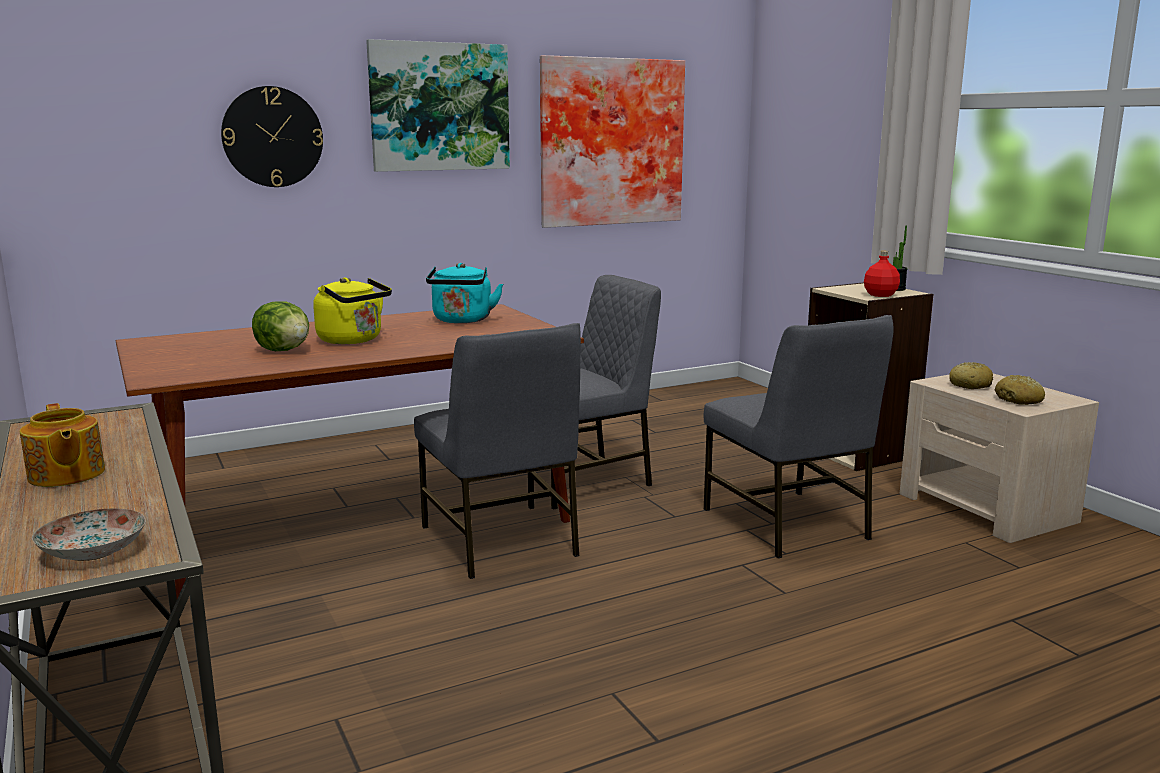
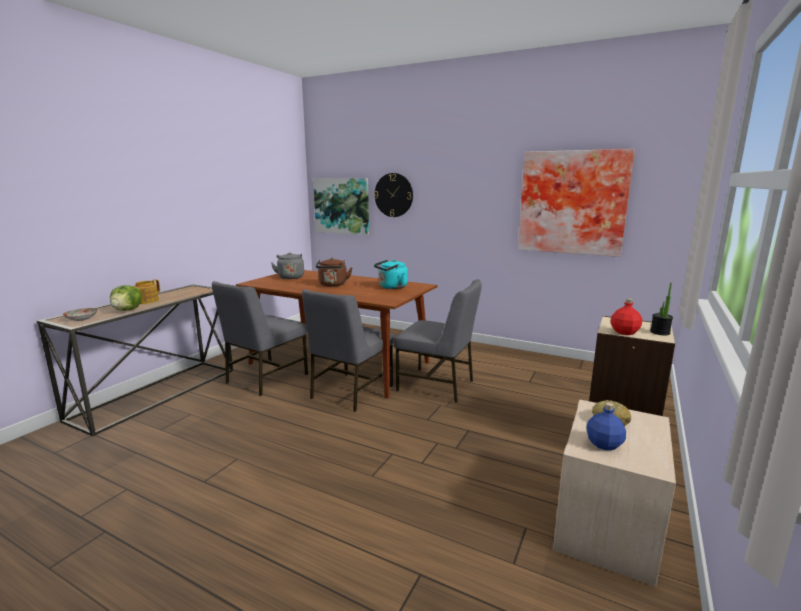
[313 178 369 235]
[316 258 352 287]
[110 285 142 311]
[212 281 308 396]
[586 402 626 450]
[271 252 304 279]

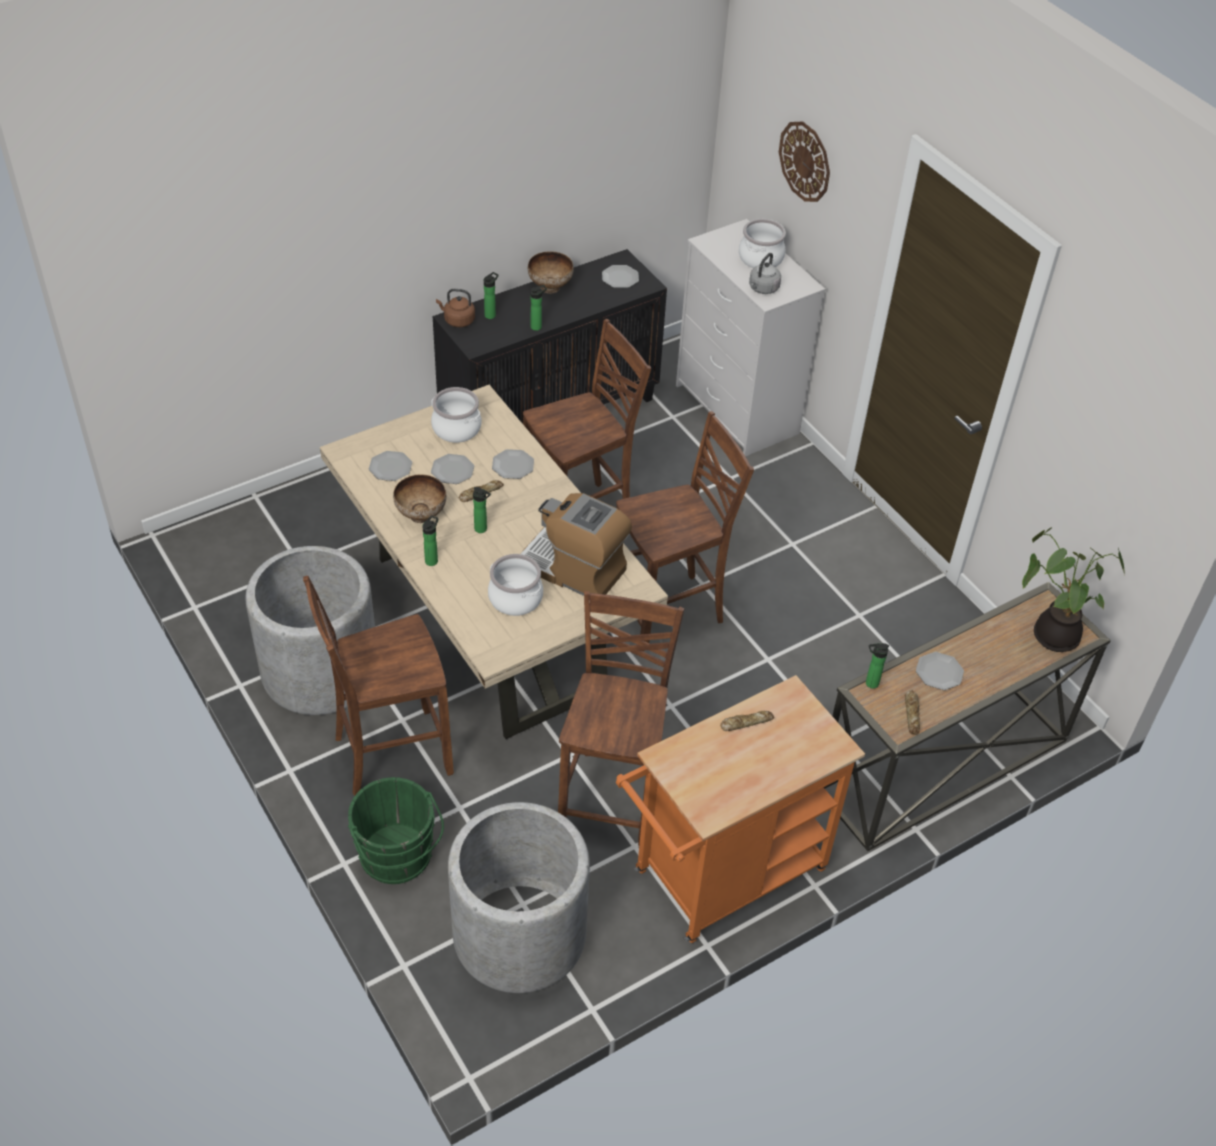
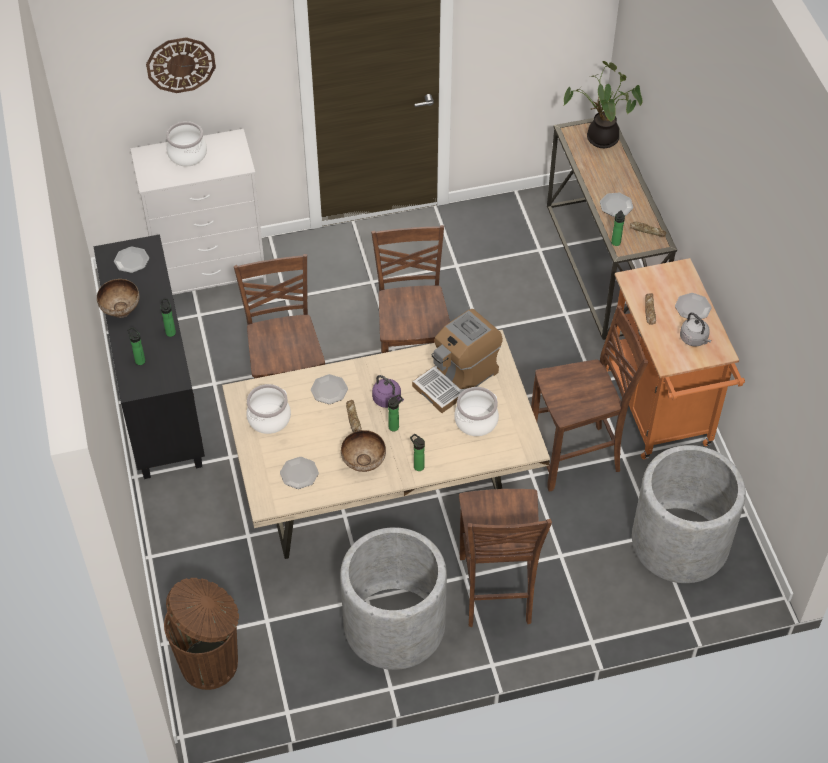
[680 312 712 347]
[436 289 475 327] (first image)
[675 293 712 319]
[531 306 648 492]
[348 777 444 884] (first image)
[372 375 404 408]
[164 578 239 690]

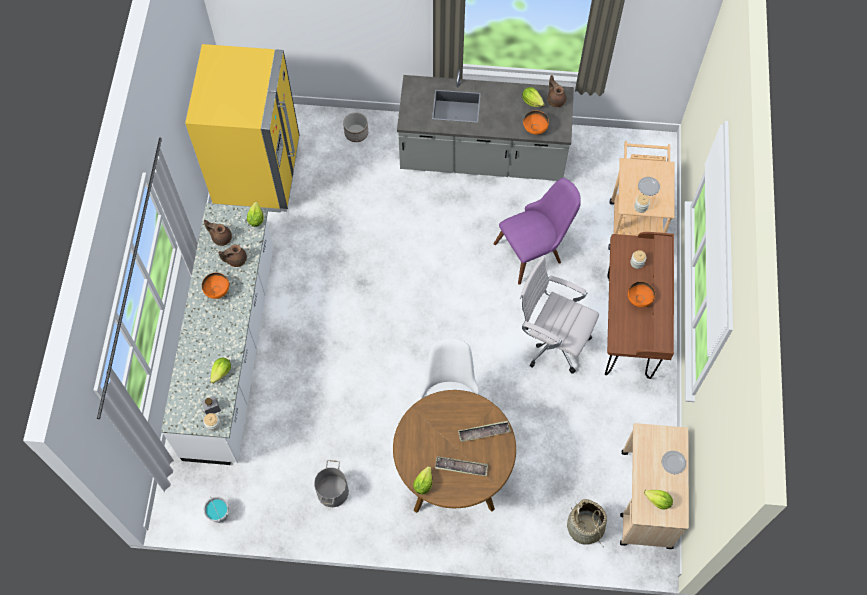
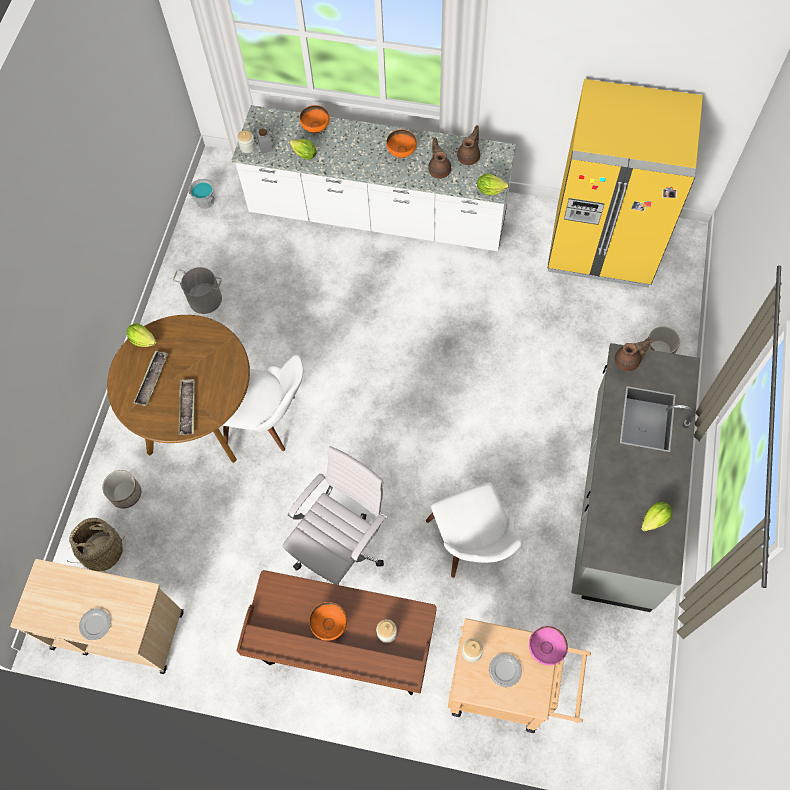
[614 338 651 371]
[300 105 330 134]
[426 483 523 578]
[644 490 673 510] (first image)
[102 470 141 508]
[529 626 568 666]

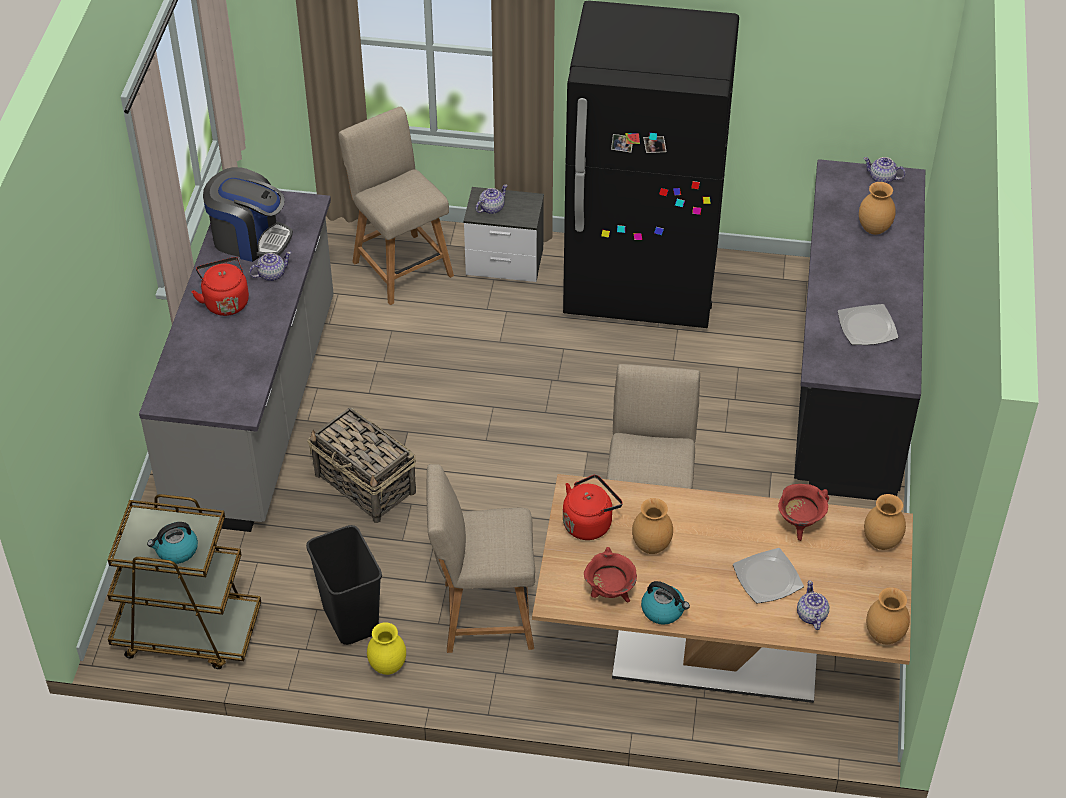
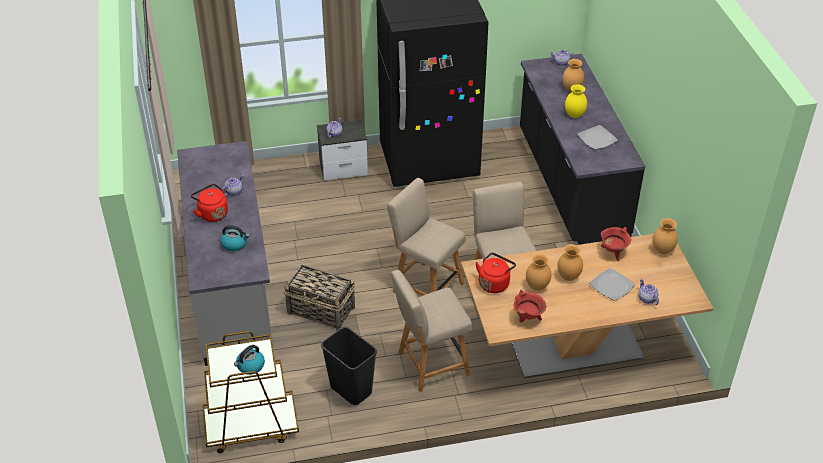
[387 178 466 296]
[203 167 293 262] (first image)
[221 225 250 251]
[557 244 583 281]
[565 84 587 118]

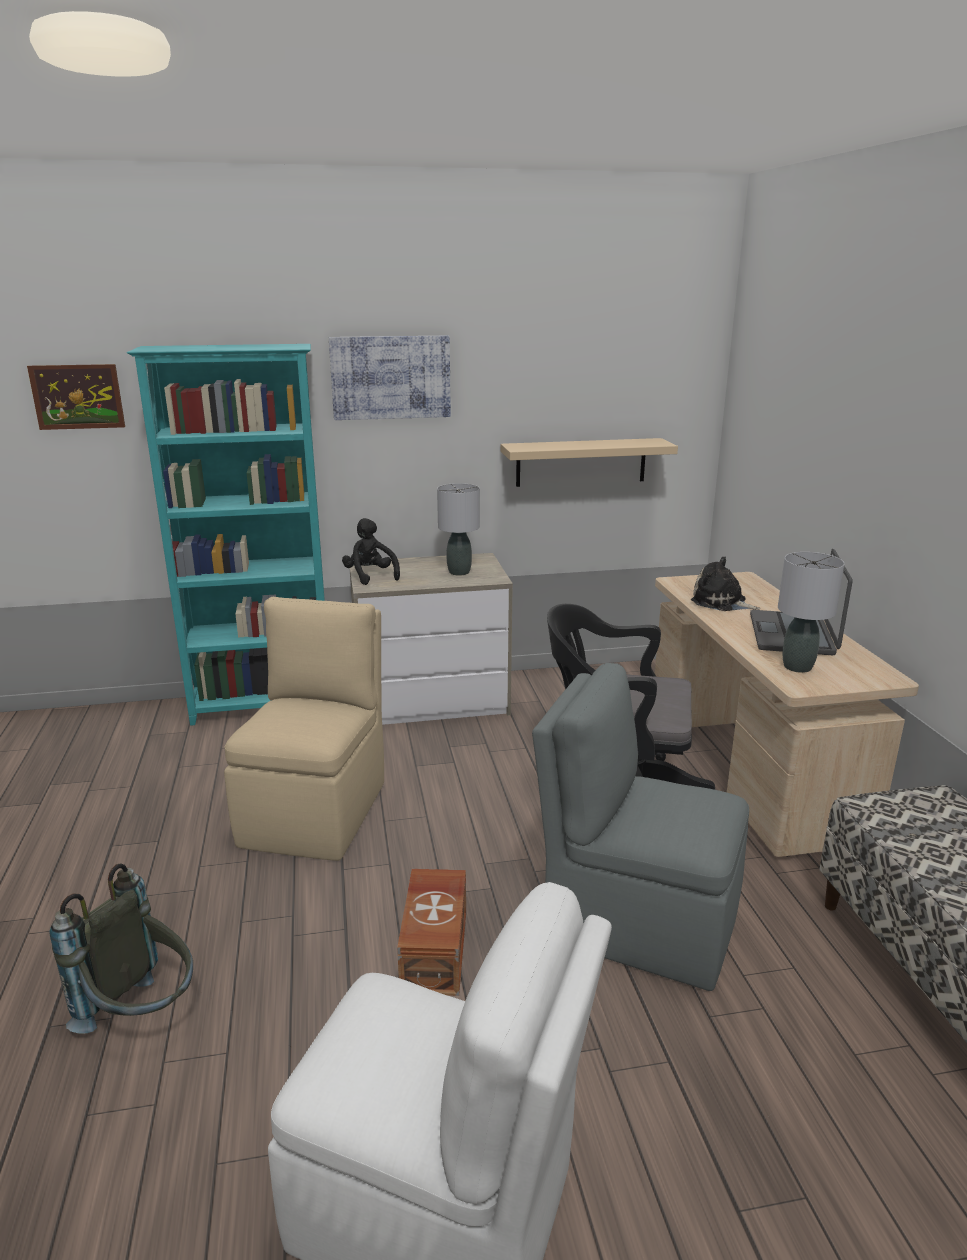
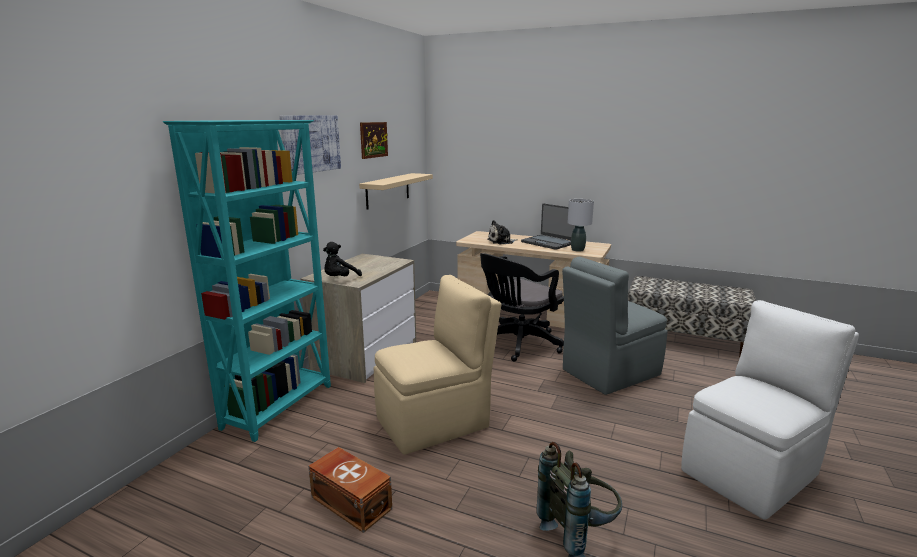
[360 122 388 159]
[437 483 480 576] (first image)
[323 242 362 276]
[374 275 501 455]
[308 447 392 533]

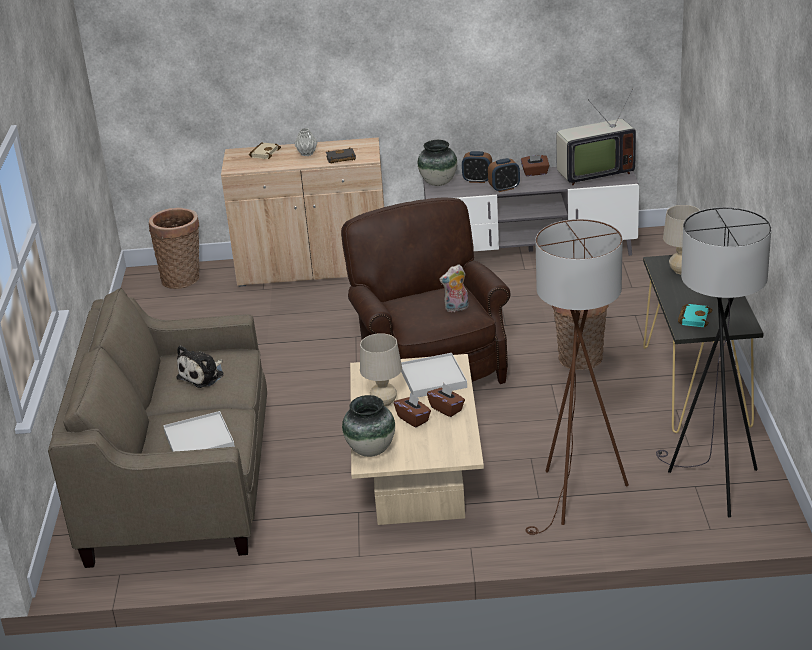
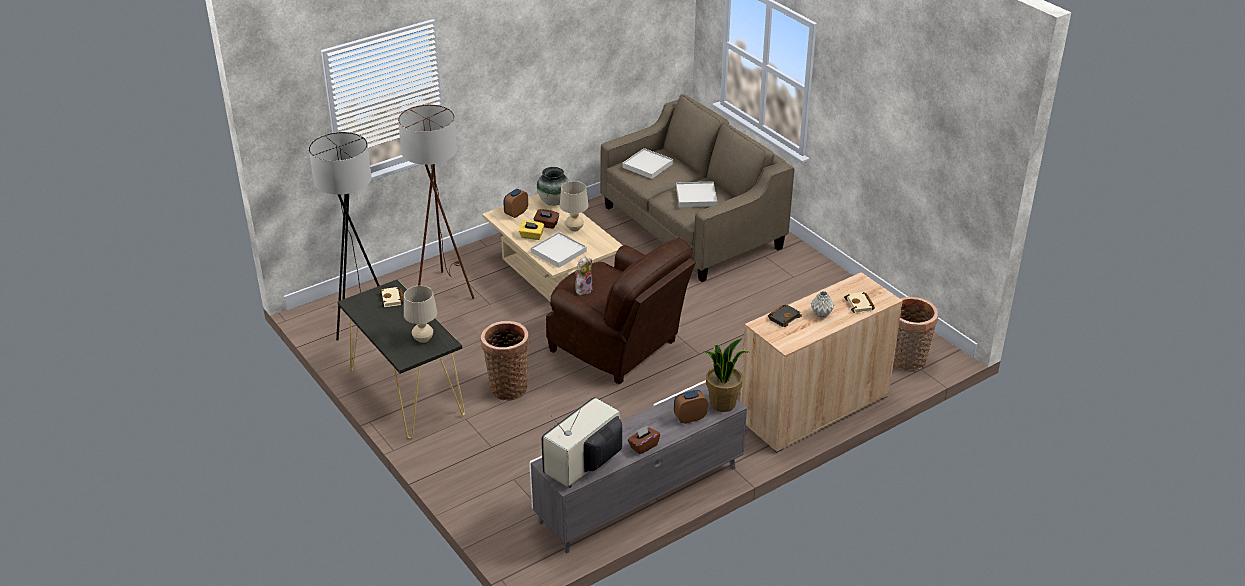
[703 338 748 412]
[503 189 528 218]
[379 287 404 307]
[676 181 717 207]
[519 221 544 240]

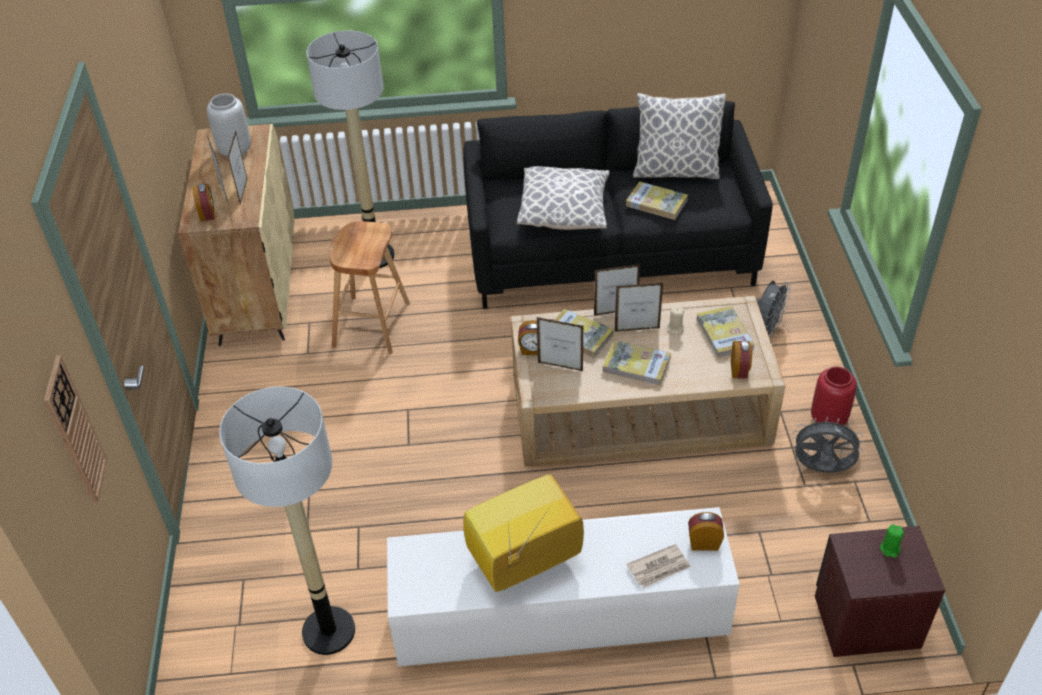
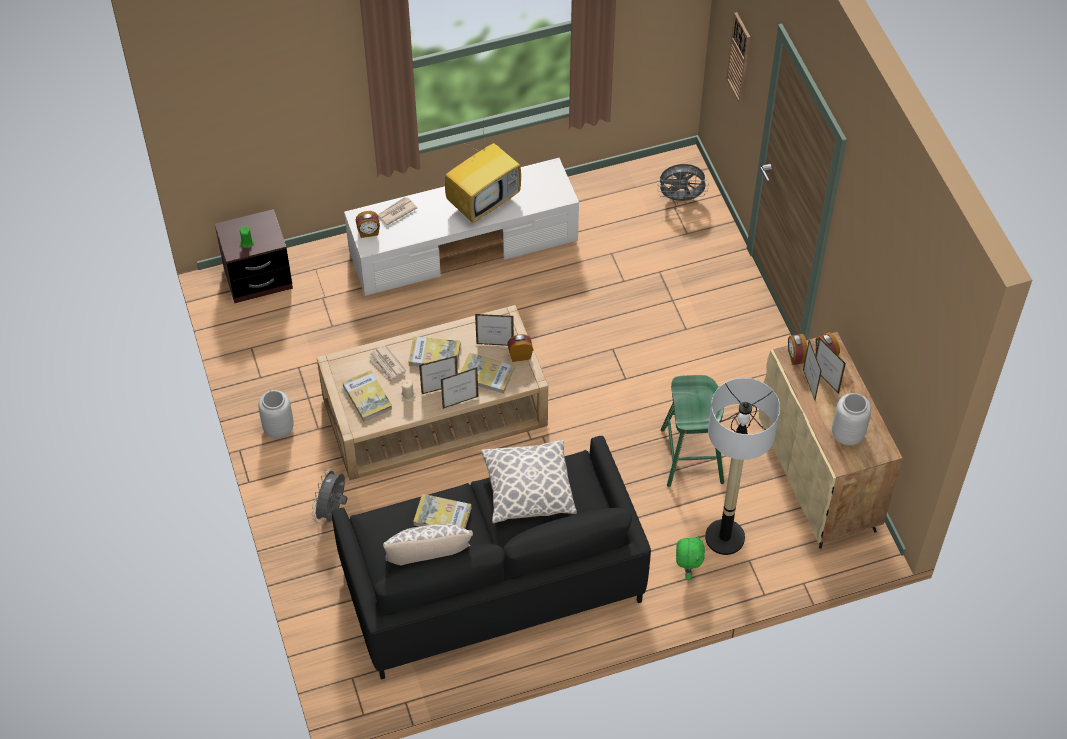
[661 375 724 487]
[788 334 807 365]
[258 390 294 438]
[219 387 355 655] (first image)
[657 164 709 204]
[369 345 406 382]
[676 535 705 580]

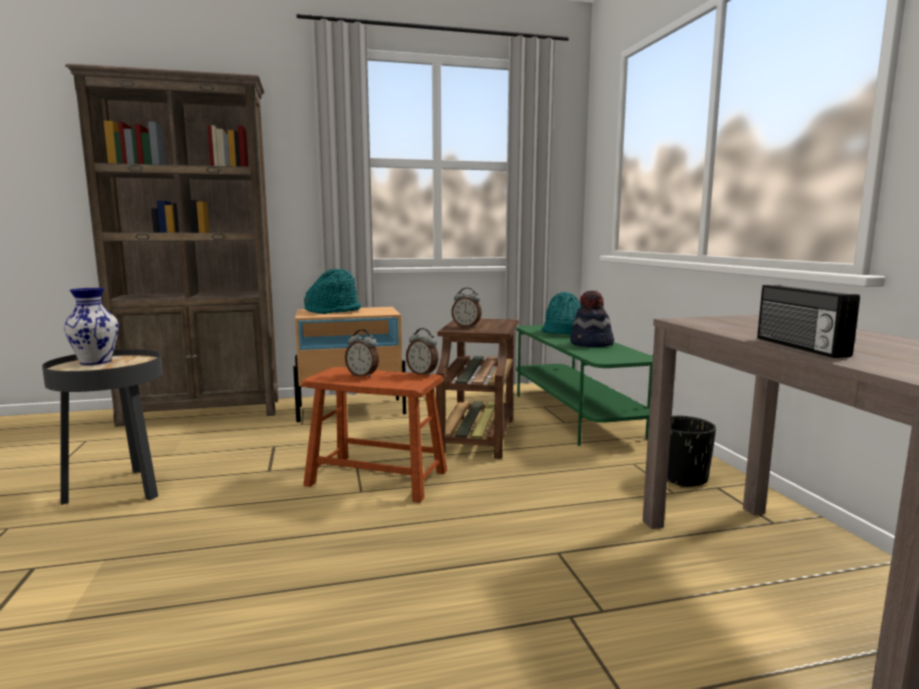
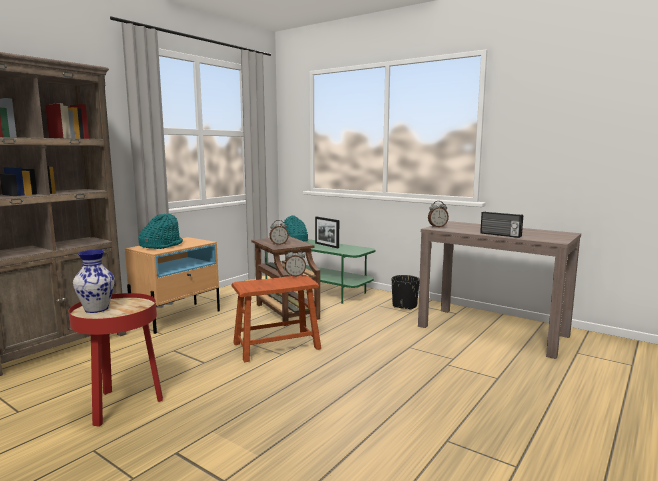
[315 217 339 248]
[428 201 449 228]
[69 293 163 427]

